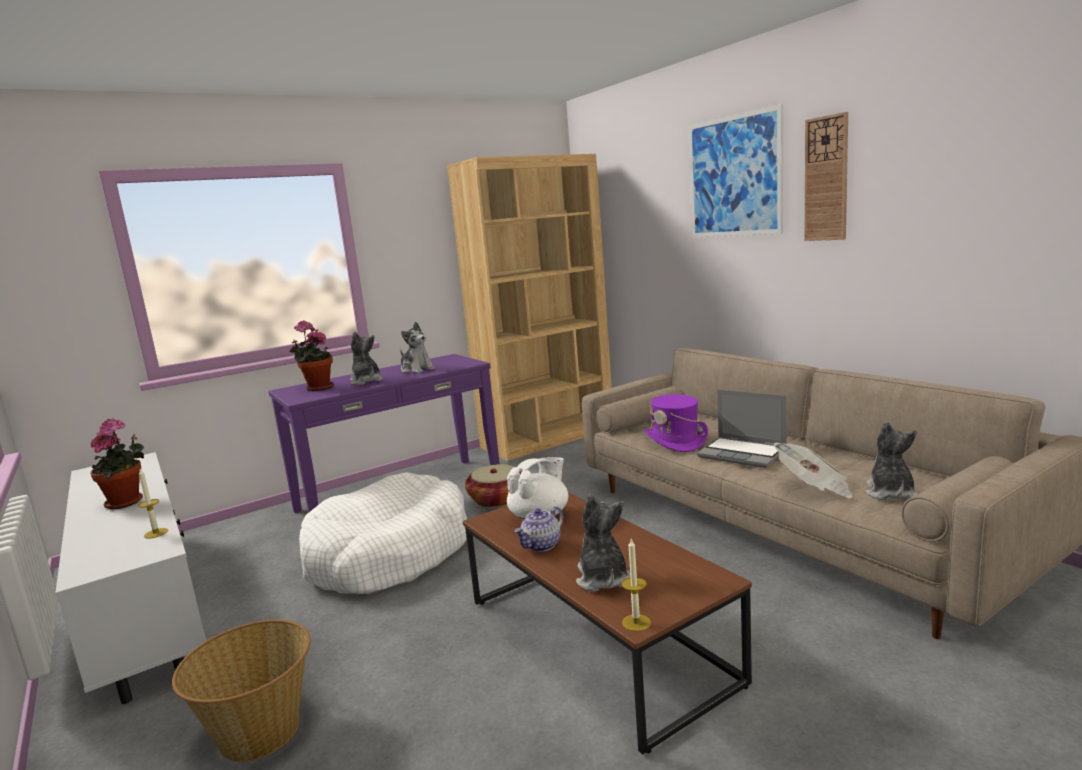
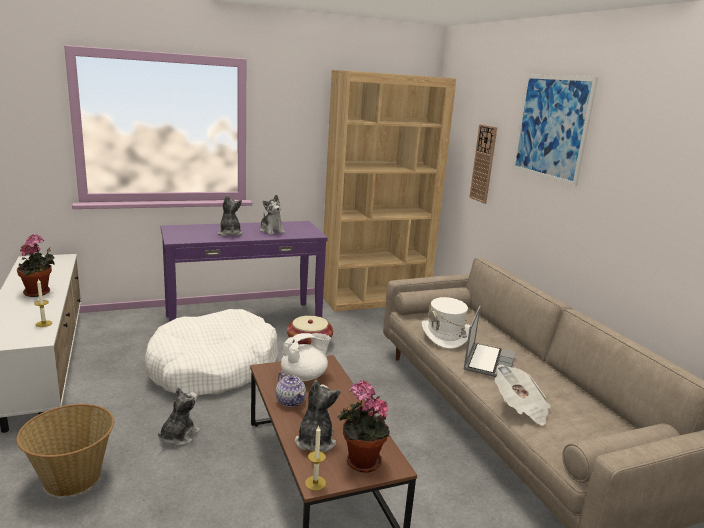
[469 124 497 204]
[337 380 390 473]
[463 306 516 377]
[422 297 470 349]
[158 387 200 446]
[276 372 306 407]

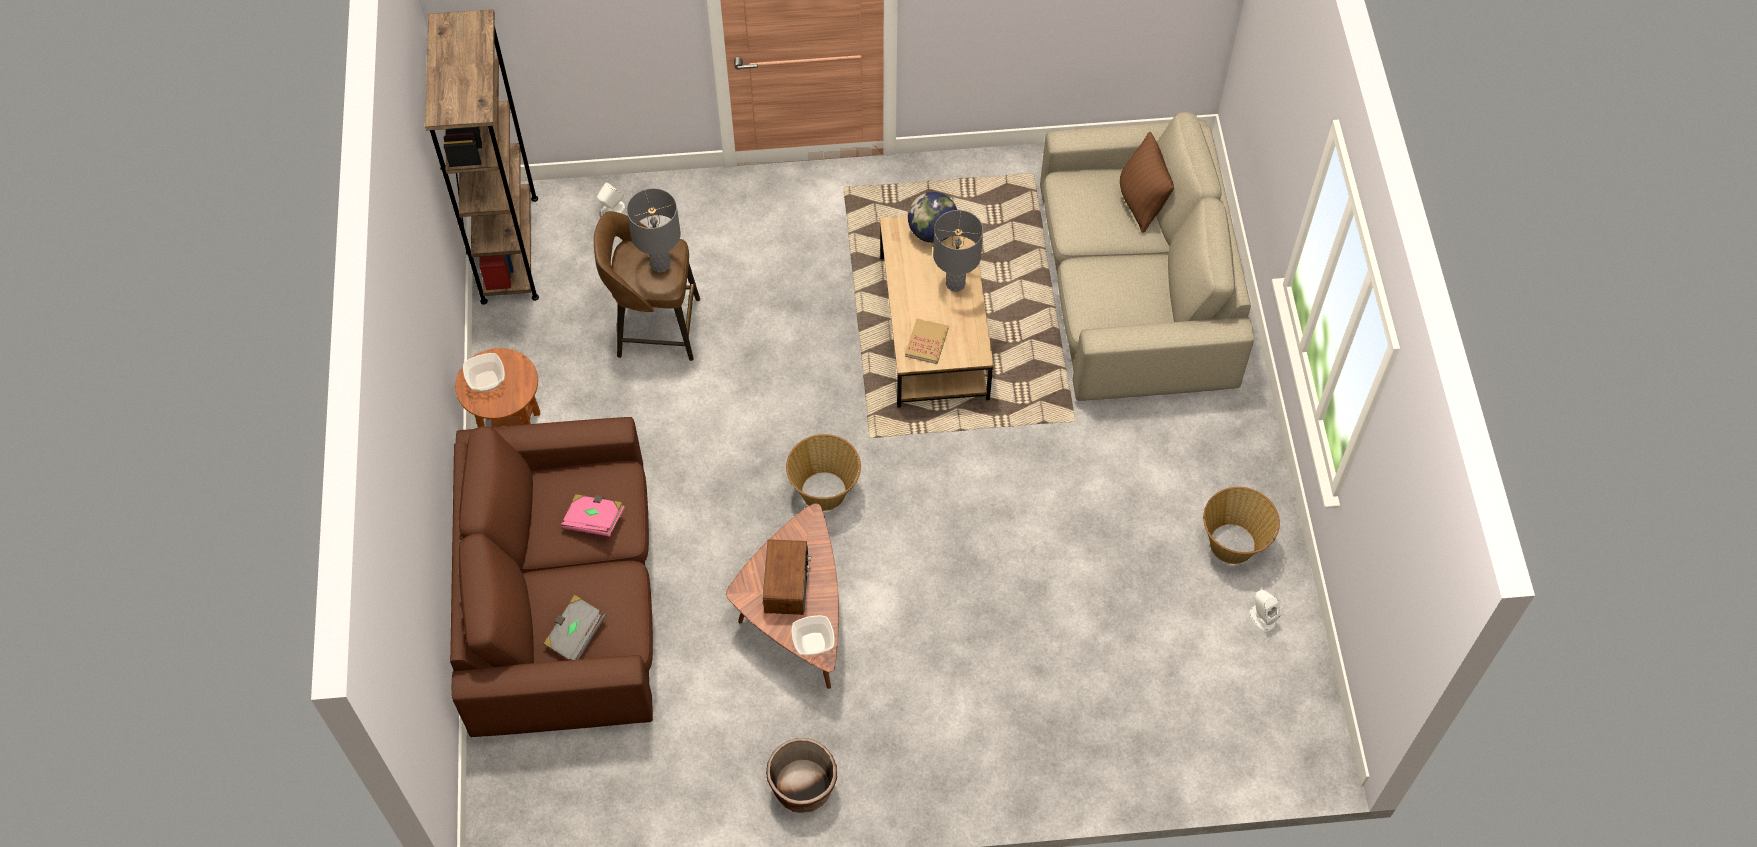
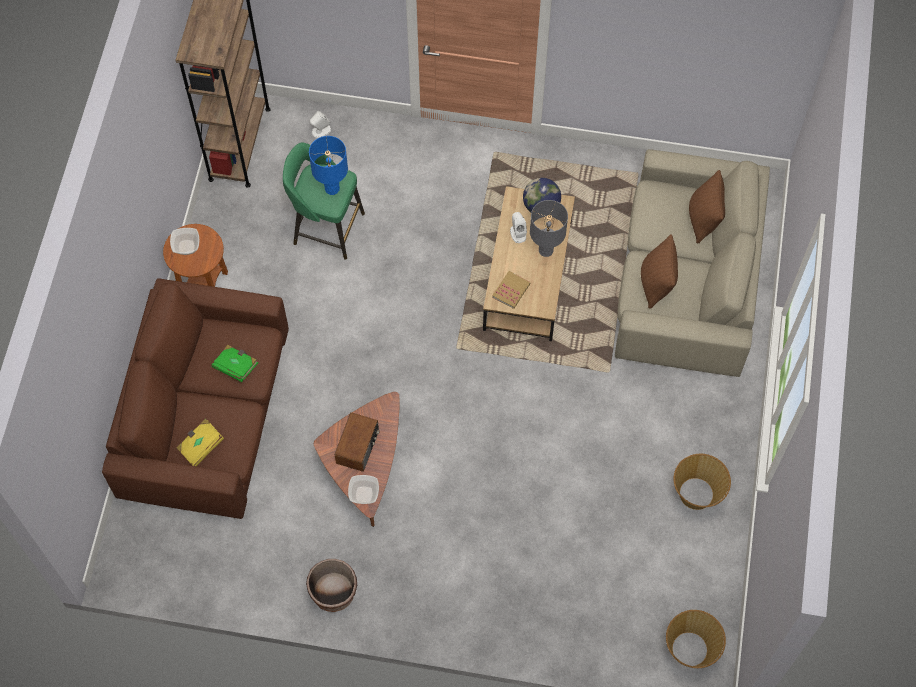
[309 136 348 195]
[283 143 365 260]
[666 610 726 668]
[211 345 258 382]
[510 212 527 243]
[176 419 224 466]
[641 234 678 309]

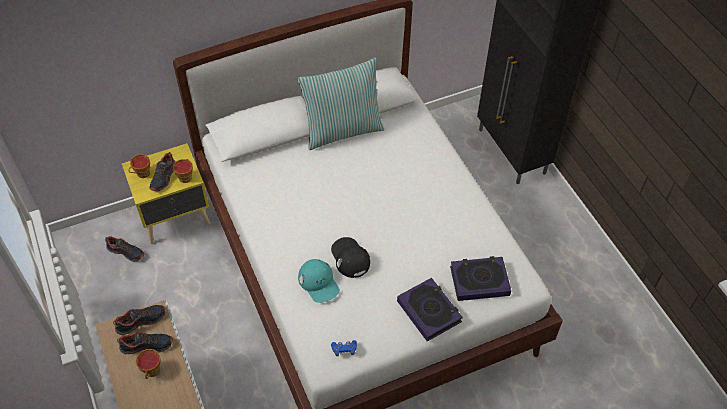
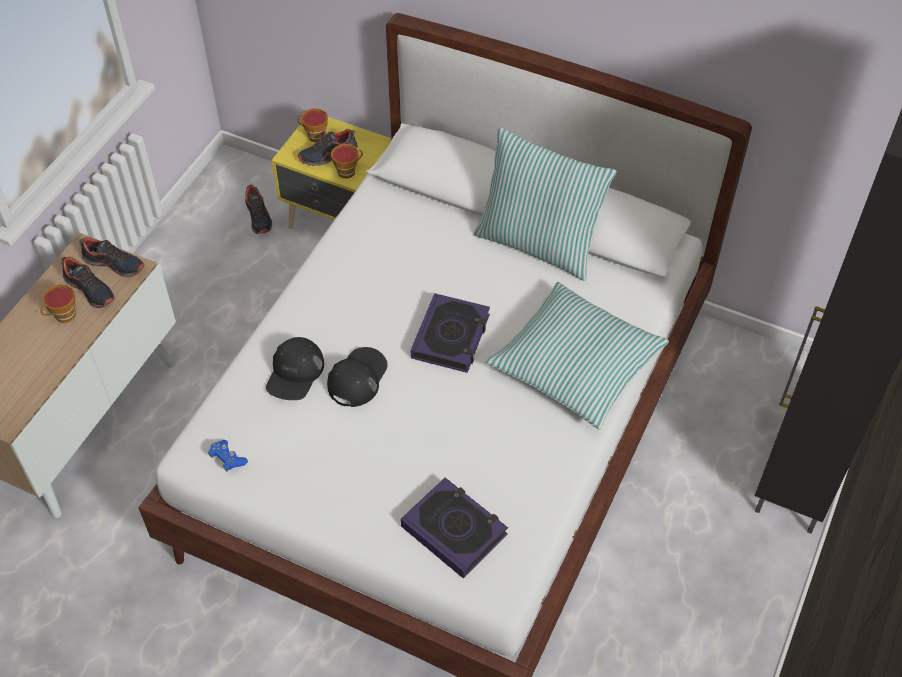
[266 337 324 400]
[411 293 490 373]
[485 282 669 430]

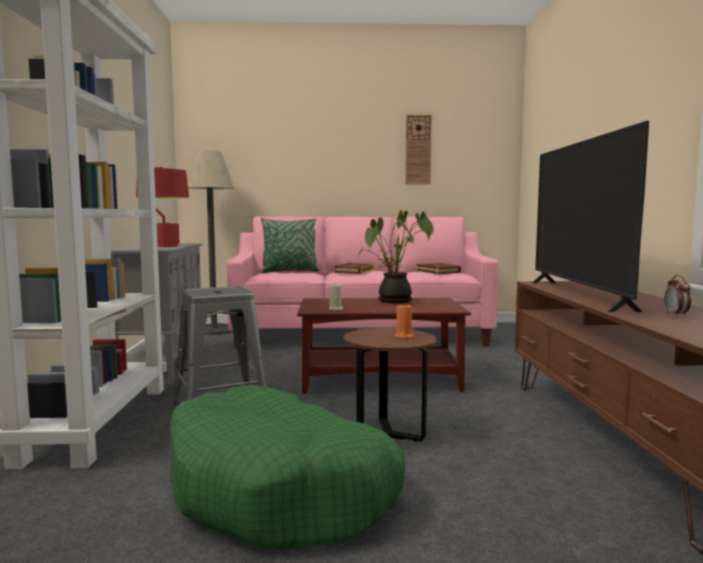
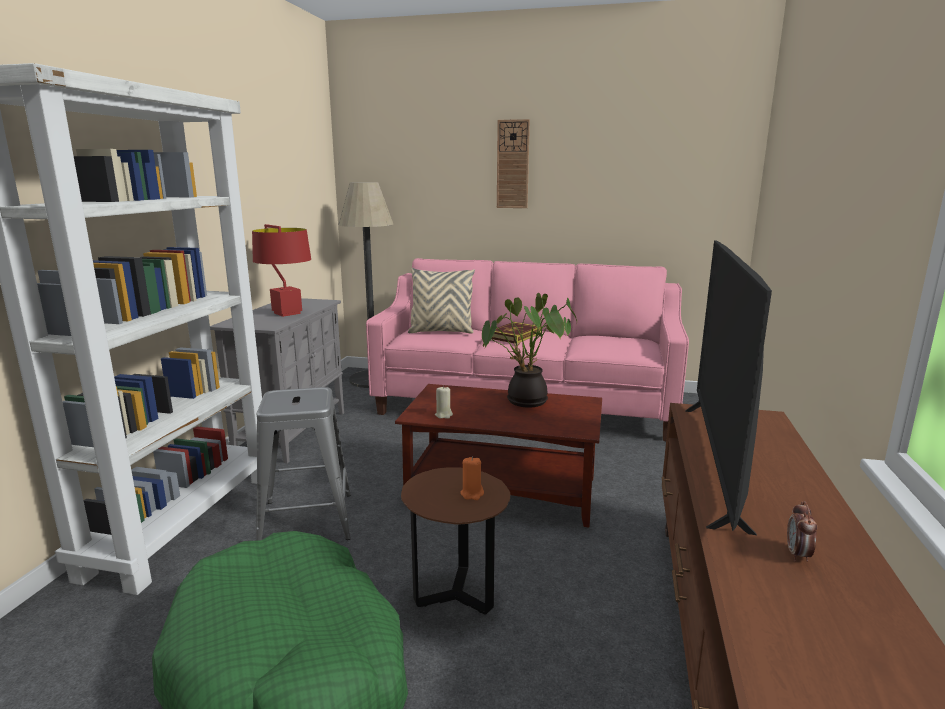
[497 119 530 208]
[408 268 475 333]
[415 263 461 274] (first image)

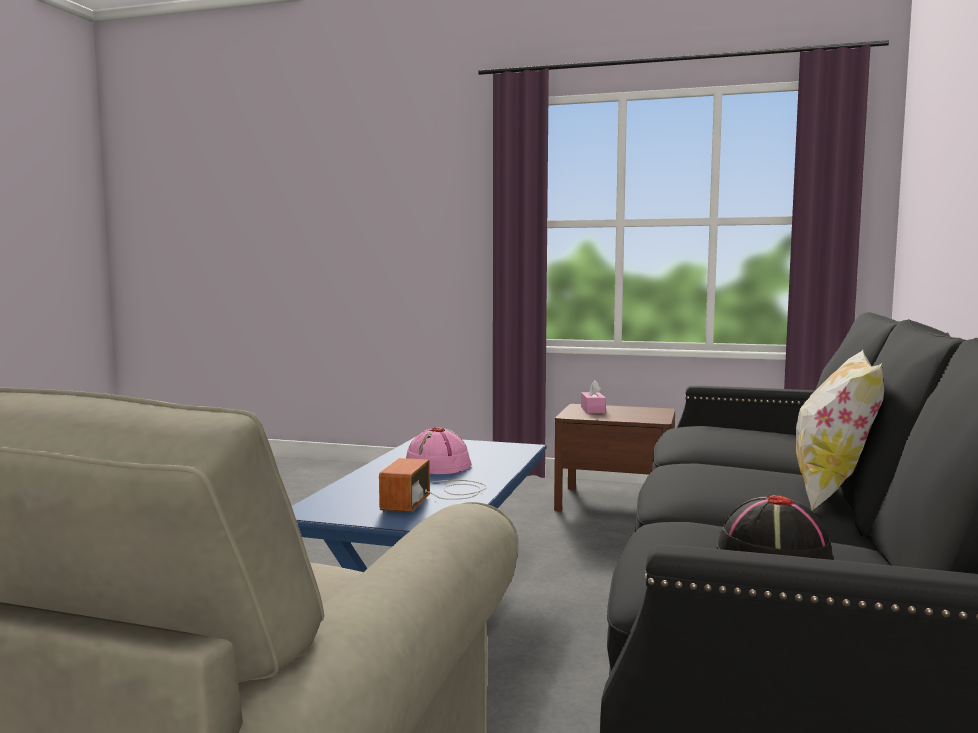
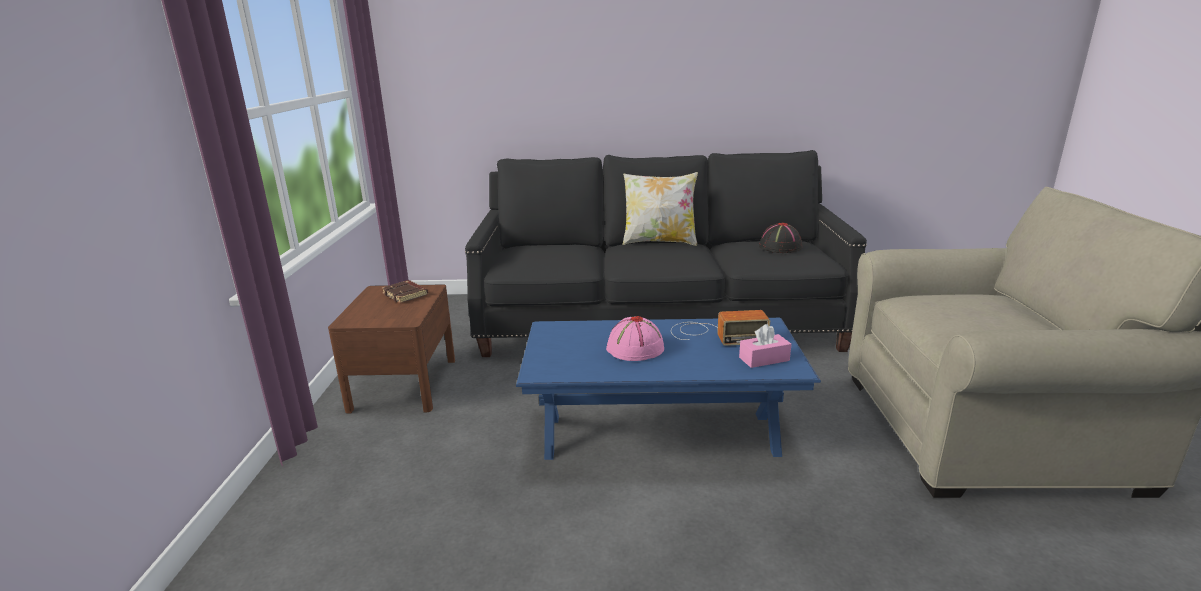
[739 324 791 368]
[381 280 428 303]

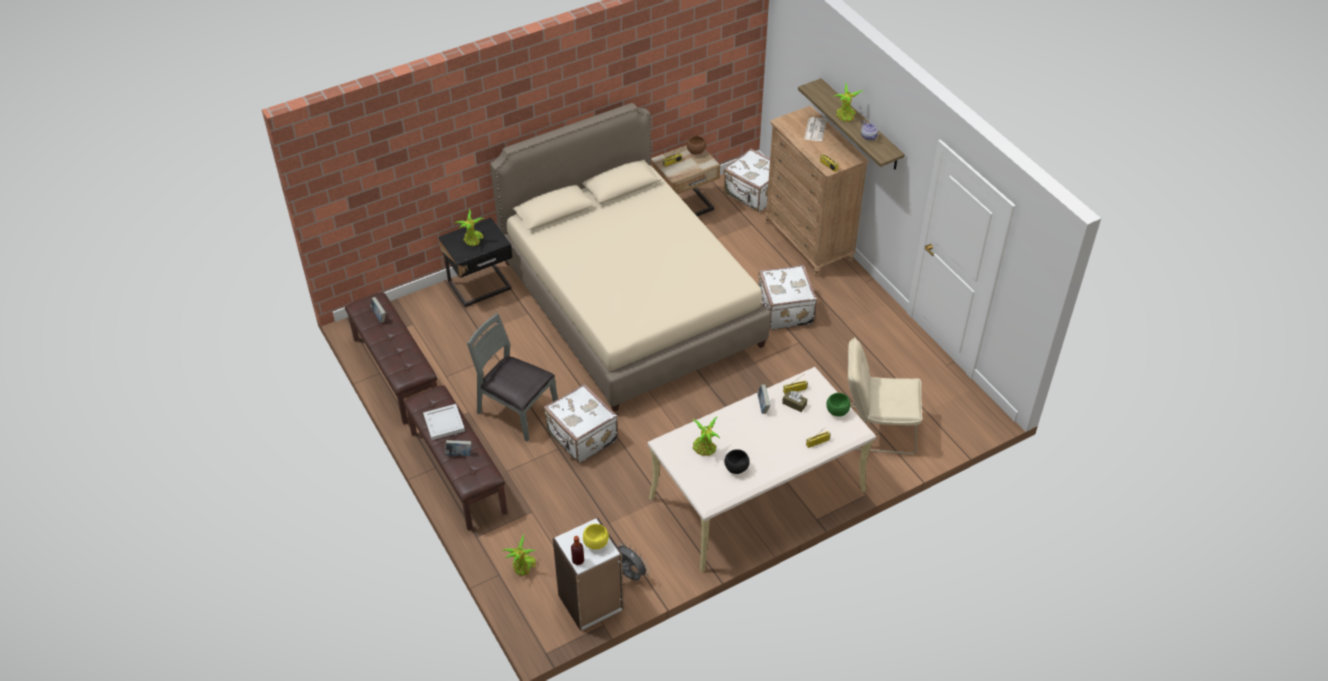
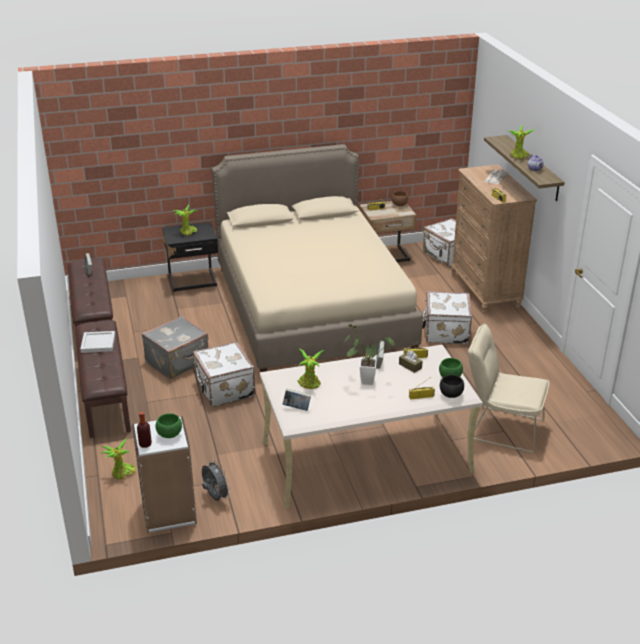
[142 316 208 379]
[283 388 311 411]
[440 375 464 398]
[155 413 182 438]
[343 324 395 385]

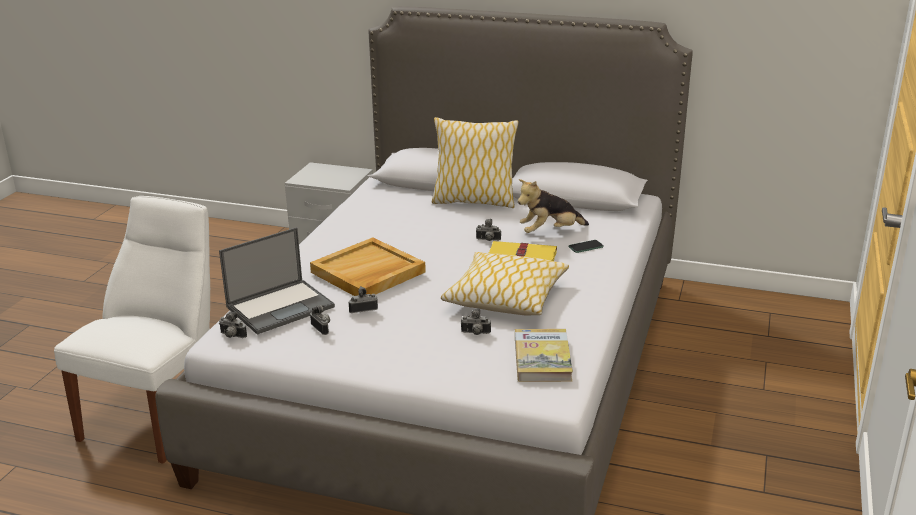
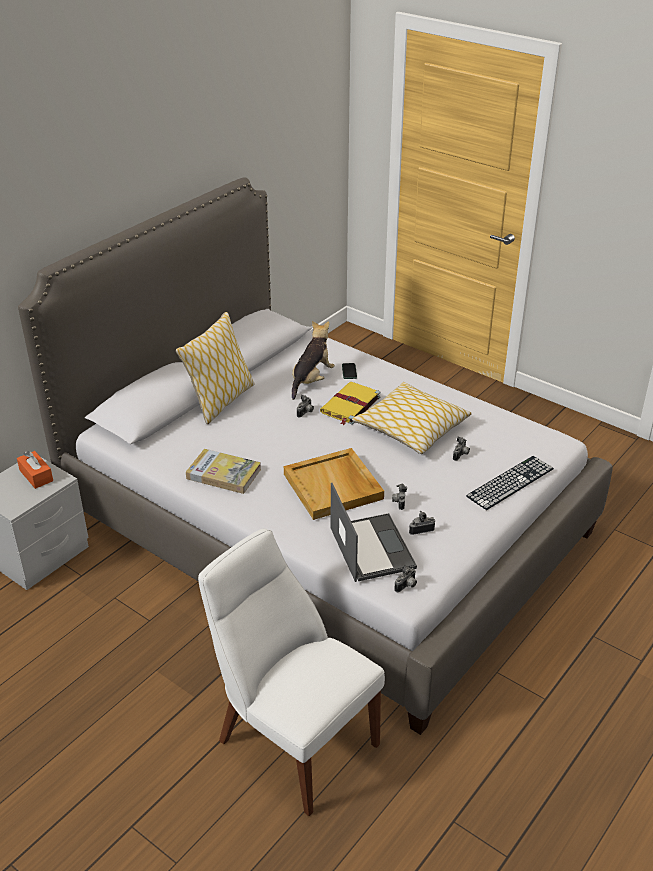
[292 321 335 400]
[186 449 261 494]
[17 451 53 489]
[466 456 554 510]

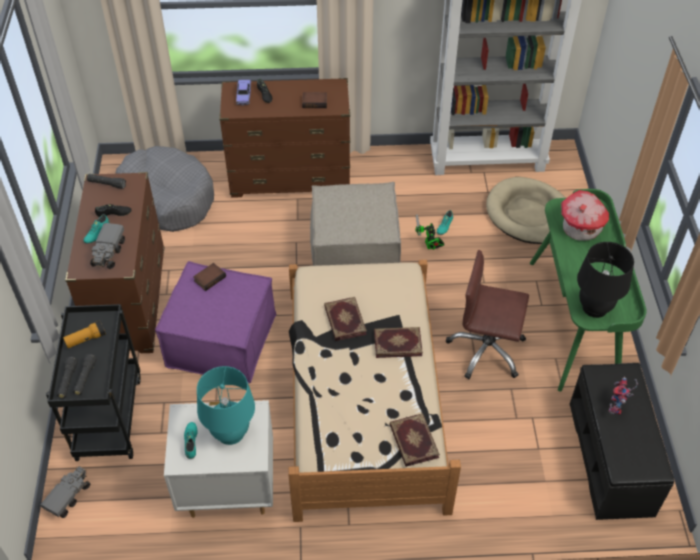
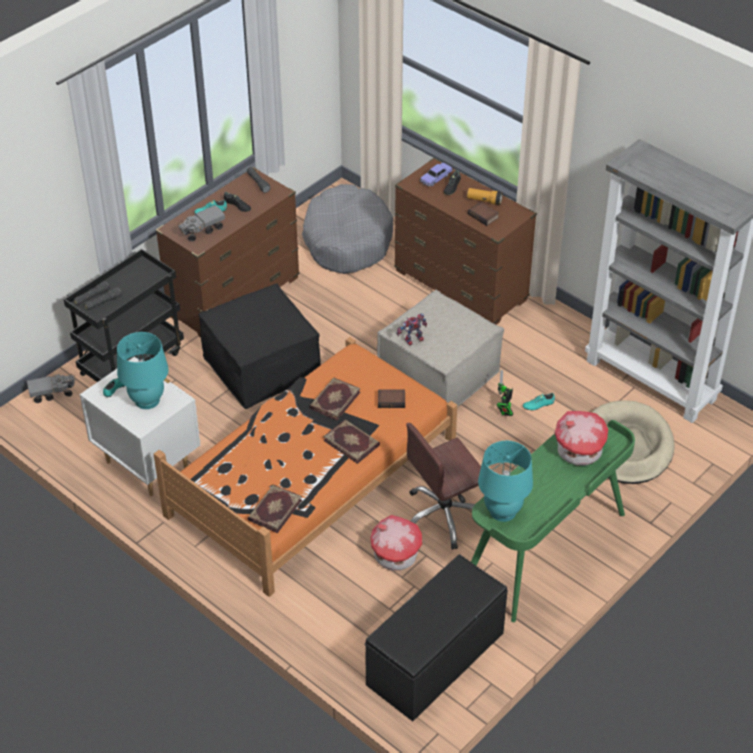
[478 441 533 522]
[406 423 481 550]
[154 337 457 597]
[199 283 321 409]
[378 389 405 408]
[467 188 503 205]
[396 313 427 345]
[370 515 422 571]

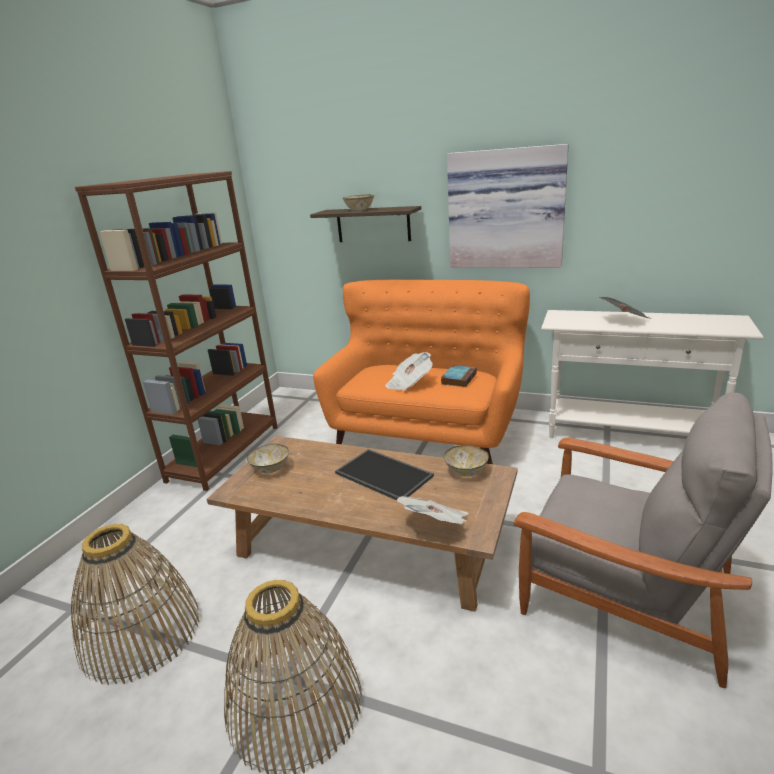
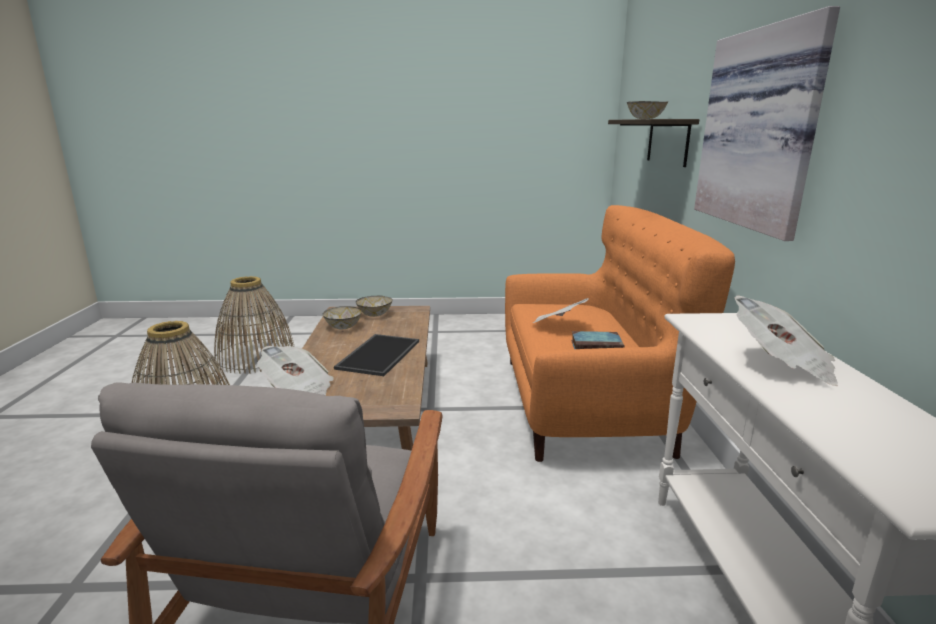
[75 171 278 491] (first image)
[323 306 362 329]

